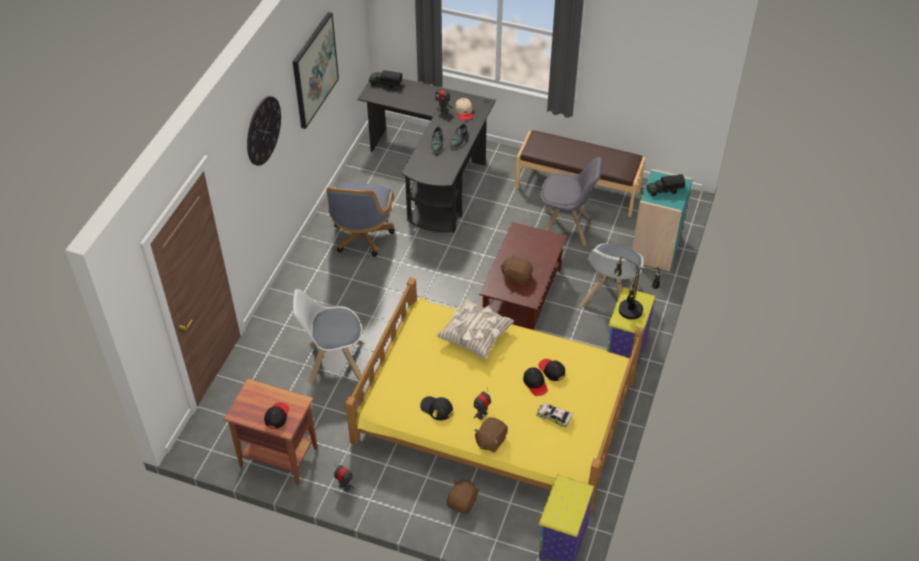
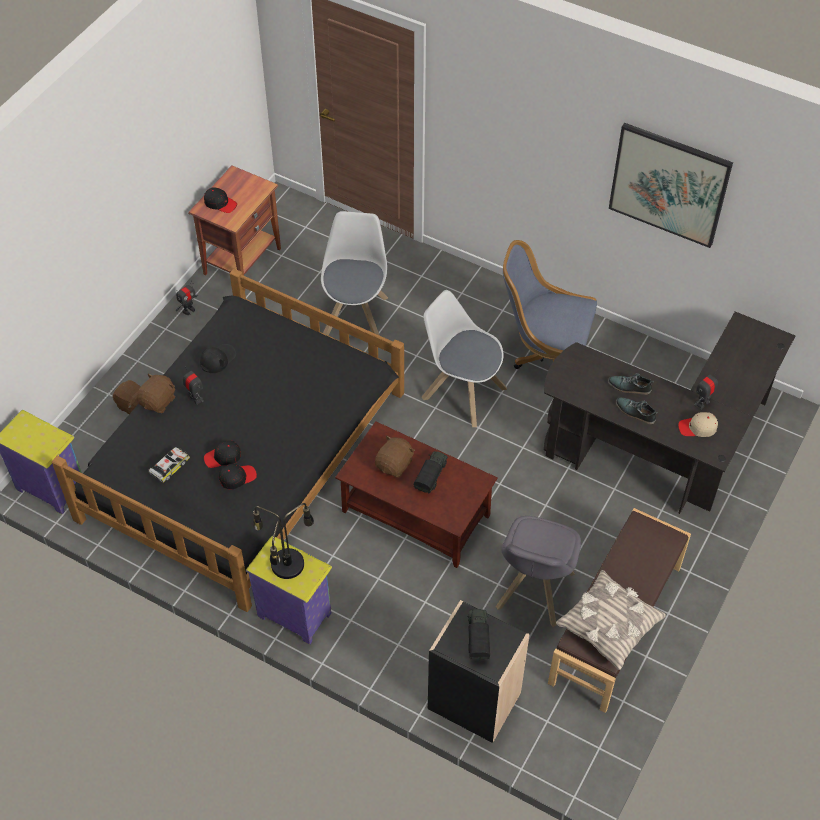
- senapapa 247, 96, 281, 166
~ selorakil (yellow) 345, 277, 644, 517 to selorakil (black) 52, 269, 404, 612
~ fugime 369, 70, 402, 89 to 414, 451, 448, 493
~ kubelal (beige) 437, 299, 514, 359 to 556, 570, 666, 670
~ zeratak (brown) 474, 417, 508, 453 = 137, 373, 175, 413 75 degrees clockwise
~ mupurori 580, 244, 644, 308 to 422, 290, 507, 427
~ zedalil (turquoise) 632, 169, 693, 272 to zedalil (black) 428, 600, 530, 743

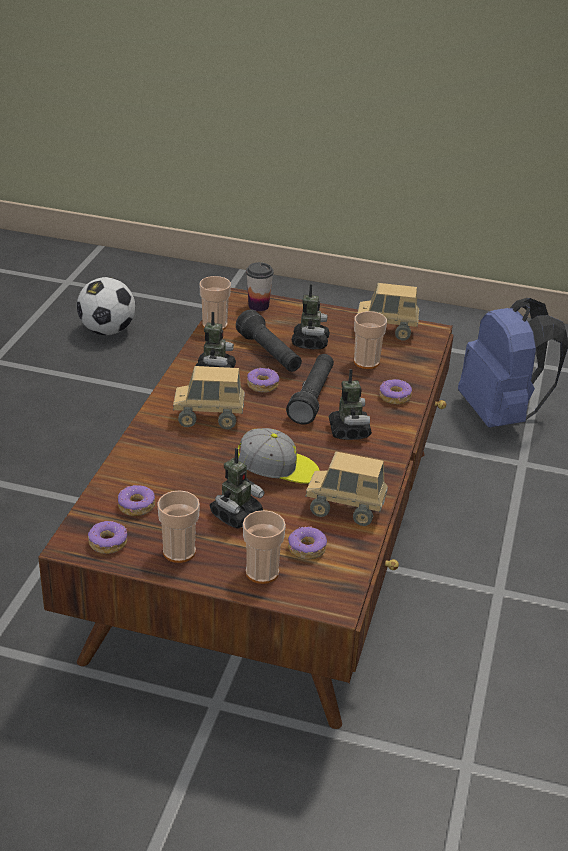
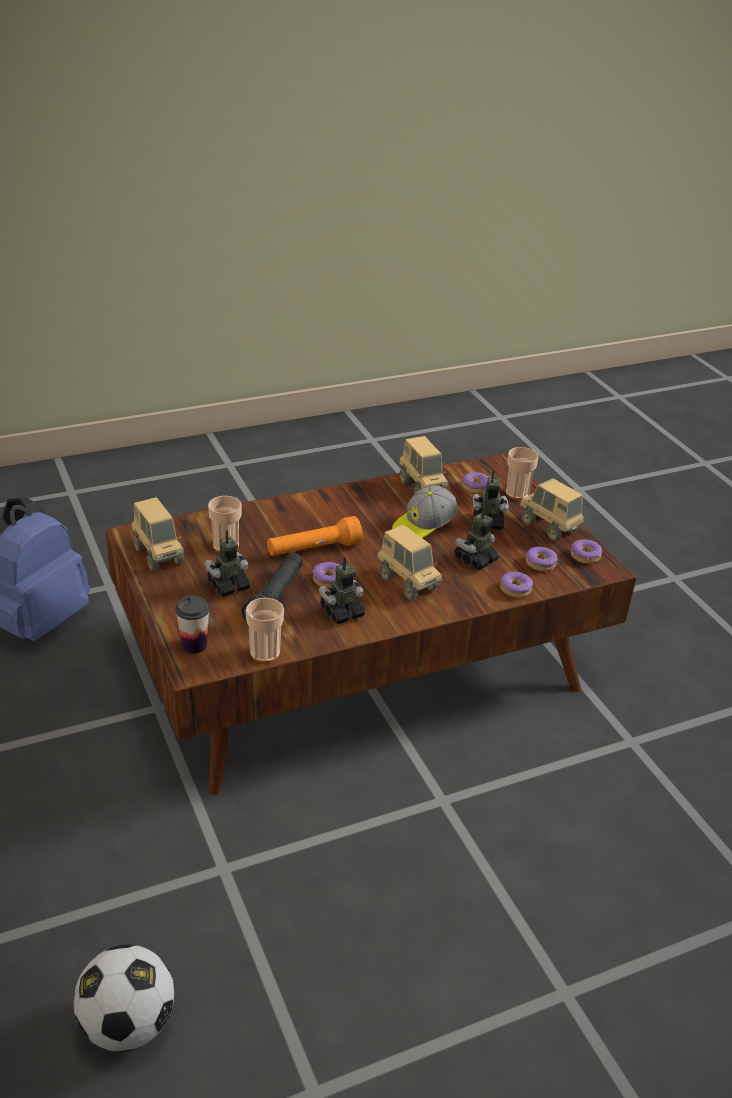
~ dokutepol 157, 490, 200, 563 to fugime 519, 478, 584, 541
~ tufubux 238, 428, 320, 484 = 392, 485, 458, 538 90 degrees counterclockwise
~ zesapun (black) 286, 354, 334, 425 to zesapun (orange) 267, 516, 363, 556
~ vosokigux 328, 369, 372, 440 to 454, 506, 499, 570
~ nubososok 379, 379, 412, 405 to 500, 572, 533, 598

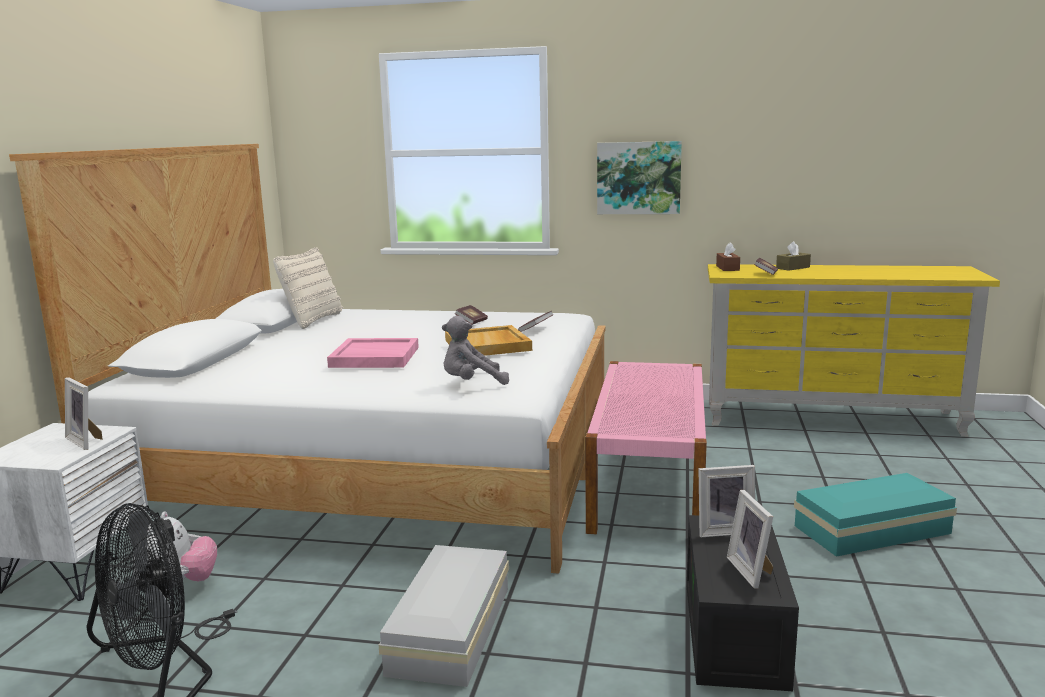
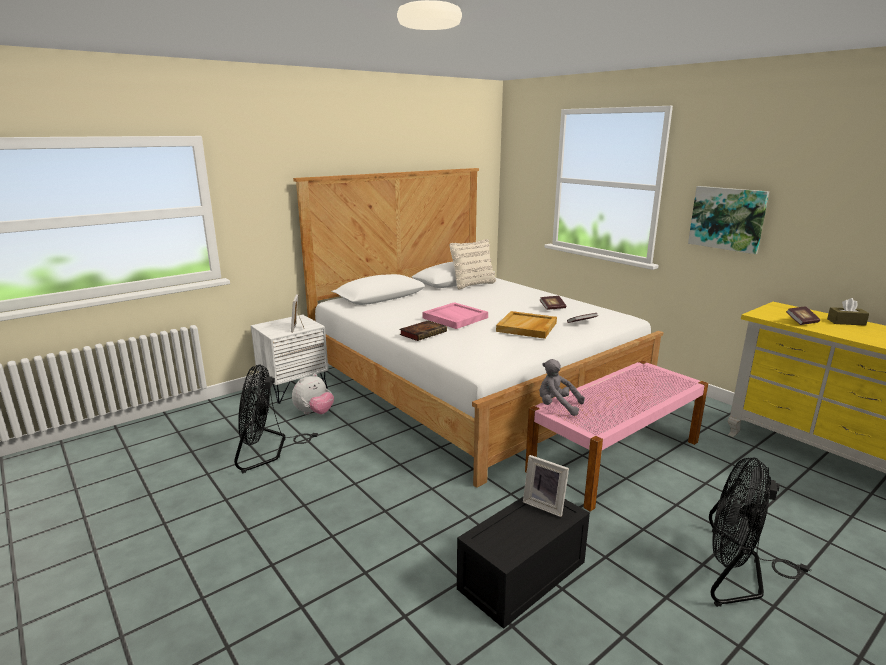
- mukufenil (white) 379, 545, 509, 687
~ zeratak (grey) 442, 316, 509, 385 to 539, 359, 585, 416
- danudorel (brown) 716, 242, 740, 271
- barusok 727, 490, 773, 589
~ mukufenil (turquoise) 794, 473, 957, 557 to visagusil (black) 709, 458, 811, 607
+ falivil 399, 320, 447, 341

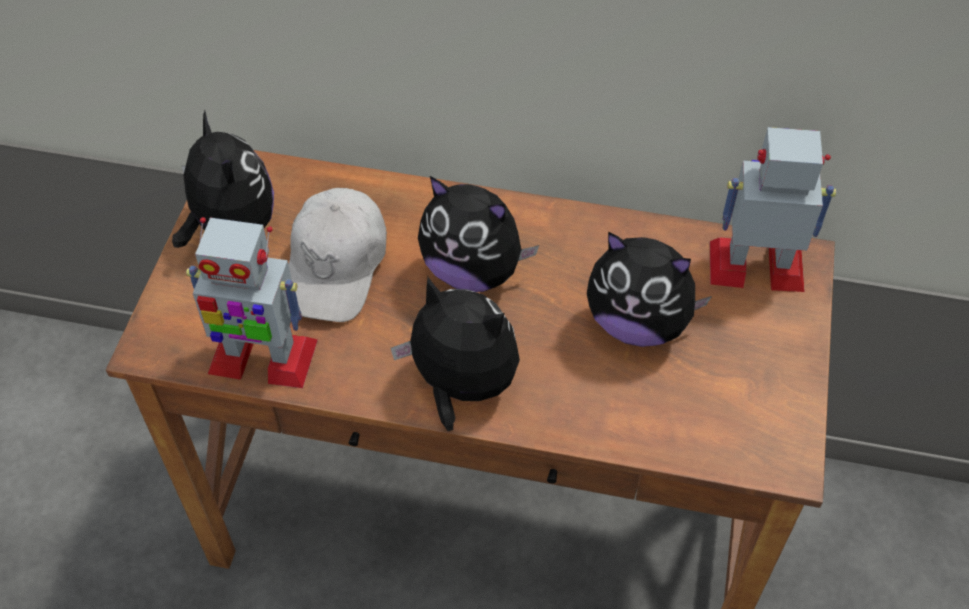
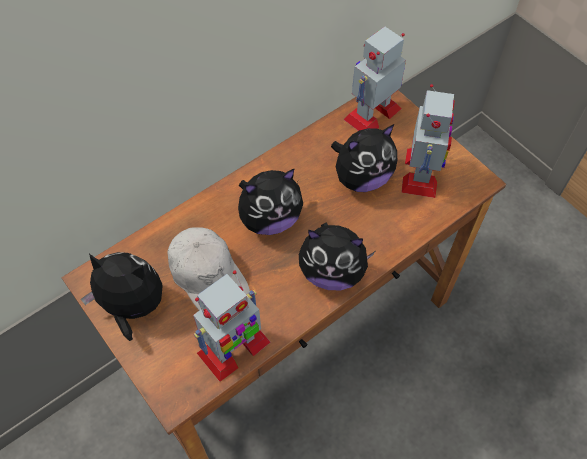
~ zeratak 391, 277, 520, 431 = 299, 223, 375, 290 150 degrees counterclockwise
+ vosokigux 401, 84, 455, 198

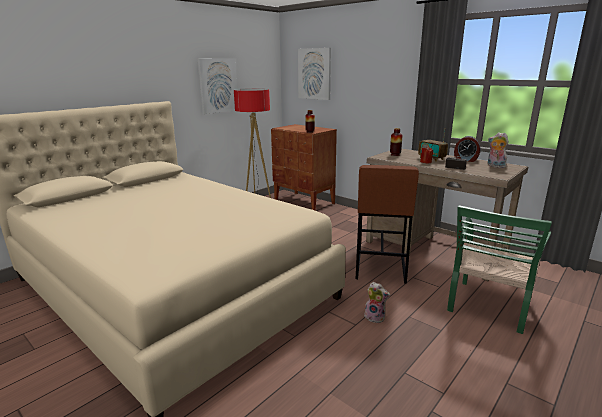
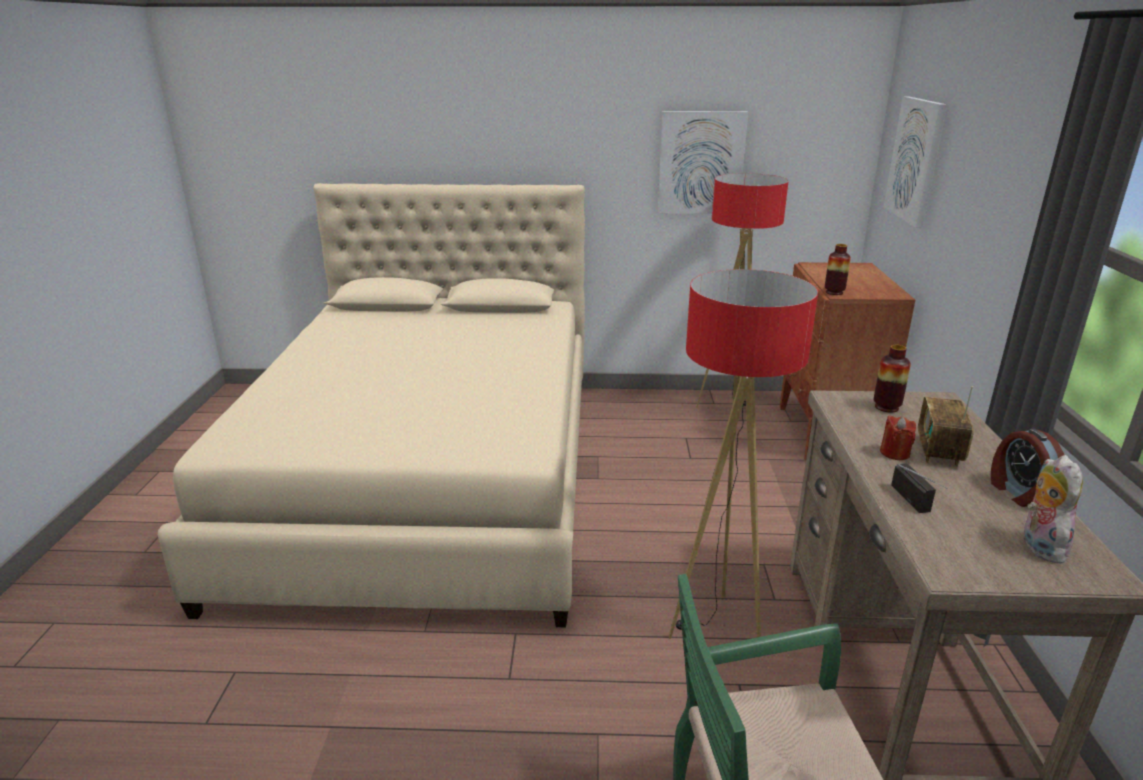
~ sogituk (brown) 356, 165, 419, 284 to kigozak 669, 269, 818, 657
- zeratak 364, 282, 390, 323

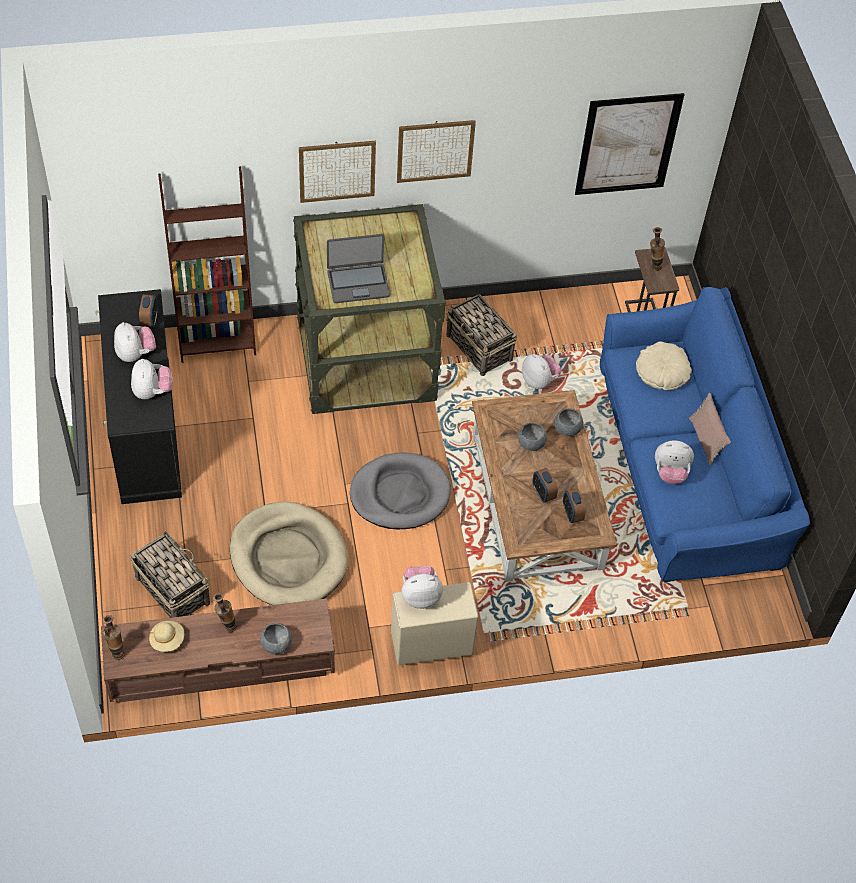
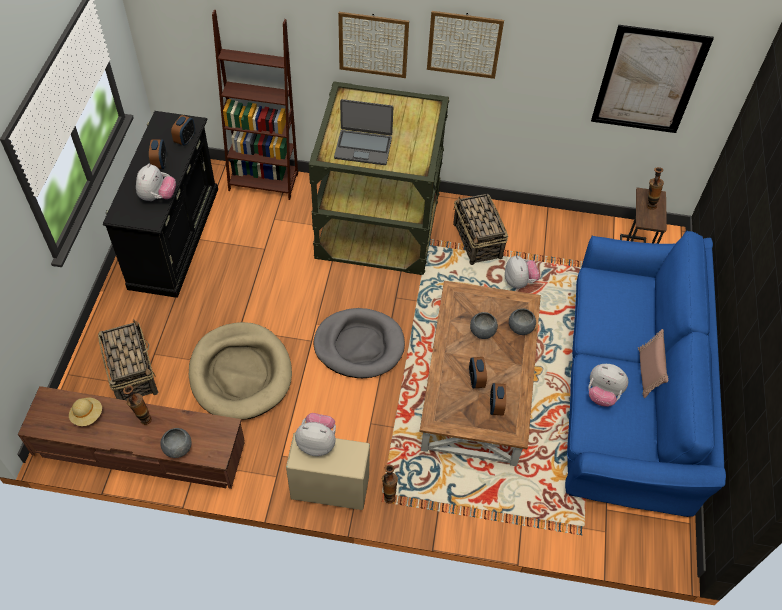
~ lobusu 102, 615, 125, 660 to 382, 464, 398, 504
~ zeratak 114, 322, 156, 362 to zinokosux 149, 139, 166, 169
- kubelal (beige) 636, 341, 692, 390

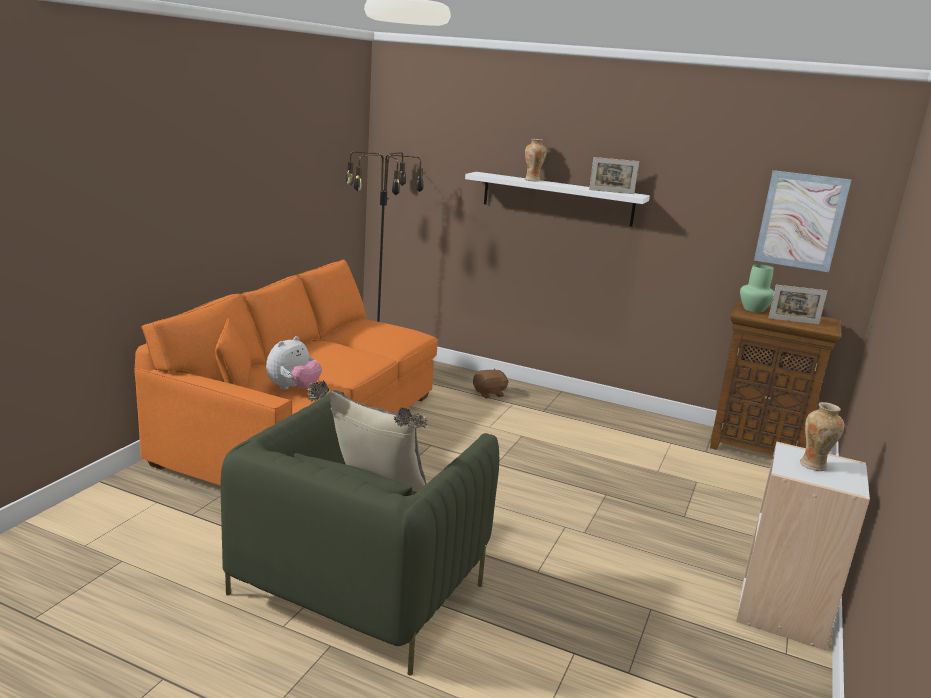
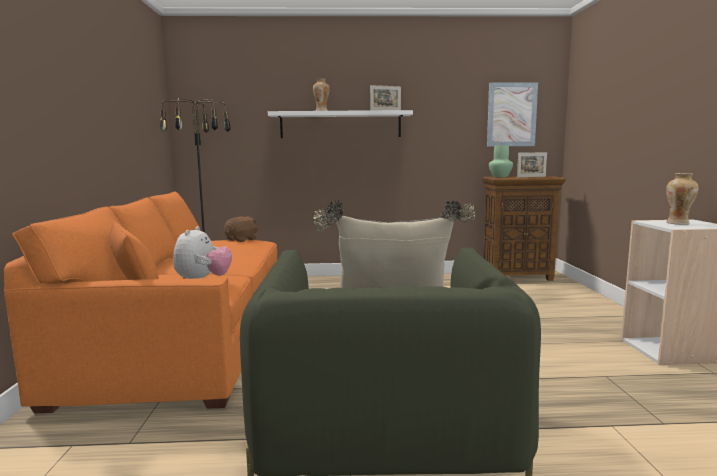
~ zeratak (brown) 473, 369, 509, 399 to 224, 217, 258, 242

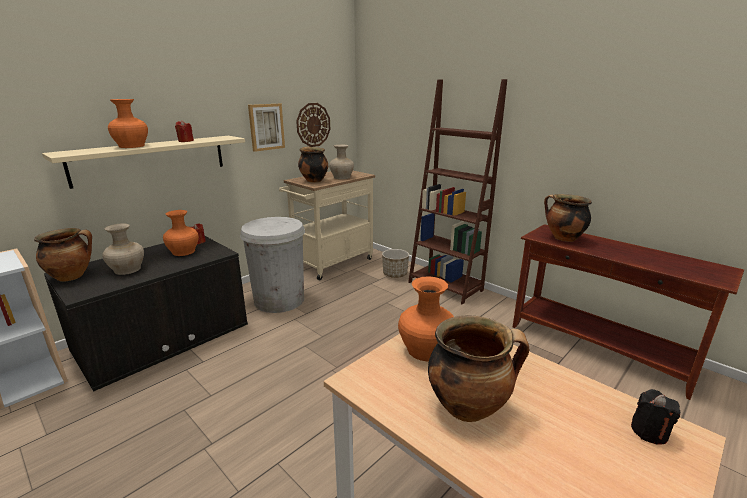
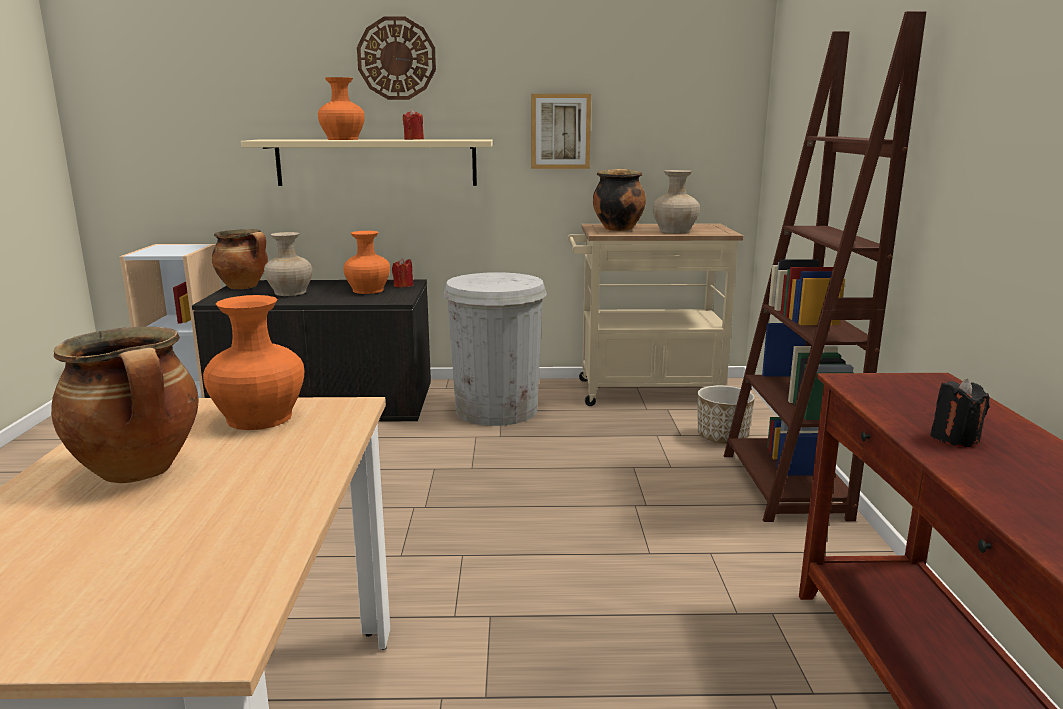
~ senapapa 296, 103, 330, 147 to 357, 16, 436, 100
- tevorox 544, 194, 592, 242
~ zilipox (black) 631, 389, 681, 445 to 930, 379, 990, 447

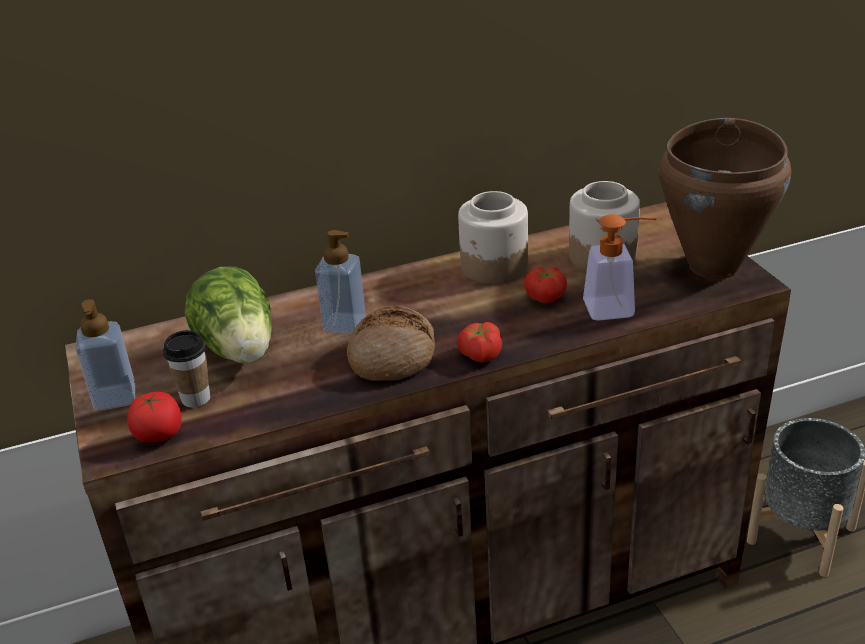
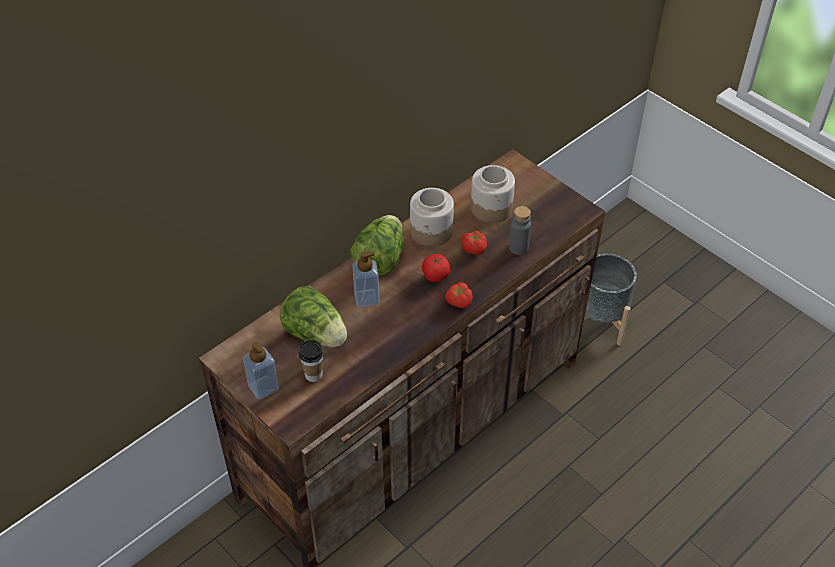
~ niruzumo 127, 392, 181, 442 to 422, 254, 451, 282
- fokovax 347, 306, 435, 381
~ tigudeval 583, 214, 657, 321 to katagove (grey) 509, 206, 531, 255
- tevorox (brown) 659, 118, 791, 279
+ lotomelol 350, 215, 404, 276

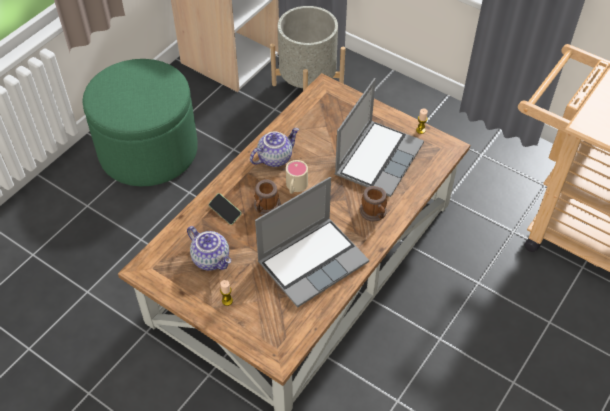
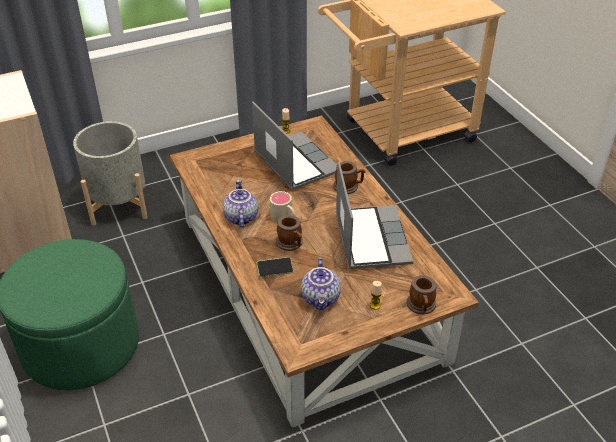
~ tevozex 187, 226, 231, 271 = 301, 257, 341, 311 105 degrees clockwise
+ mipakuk 407, 275, 437, 314

